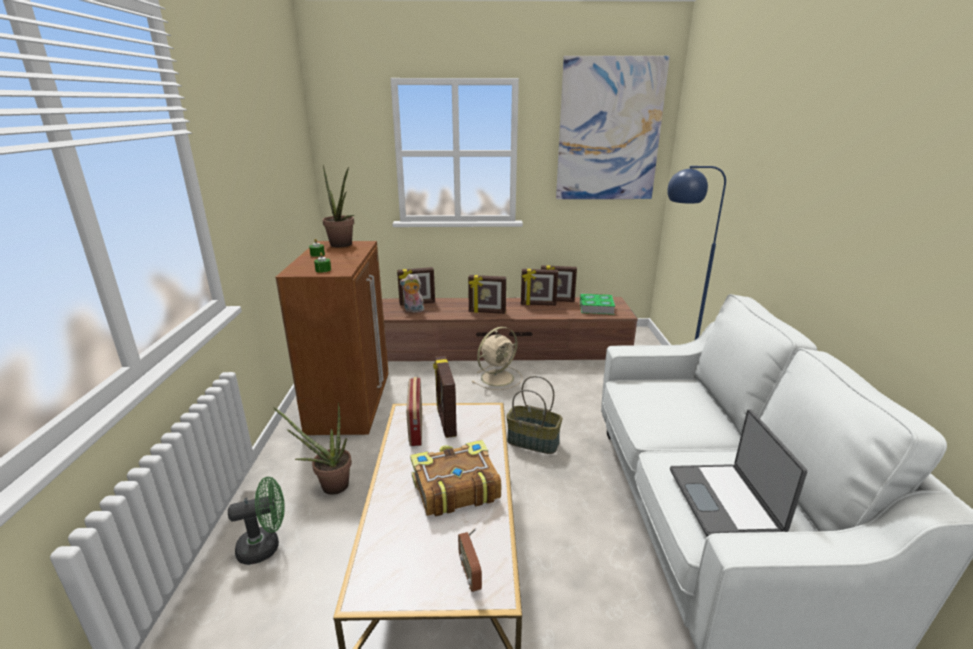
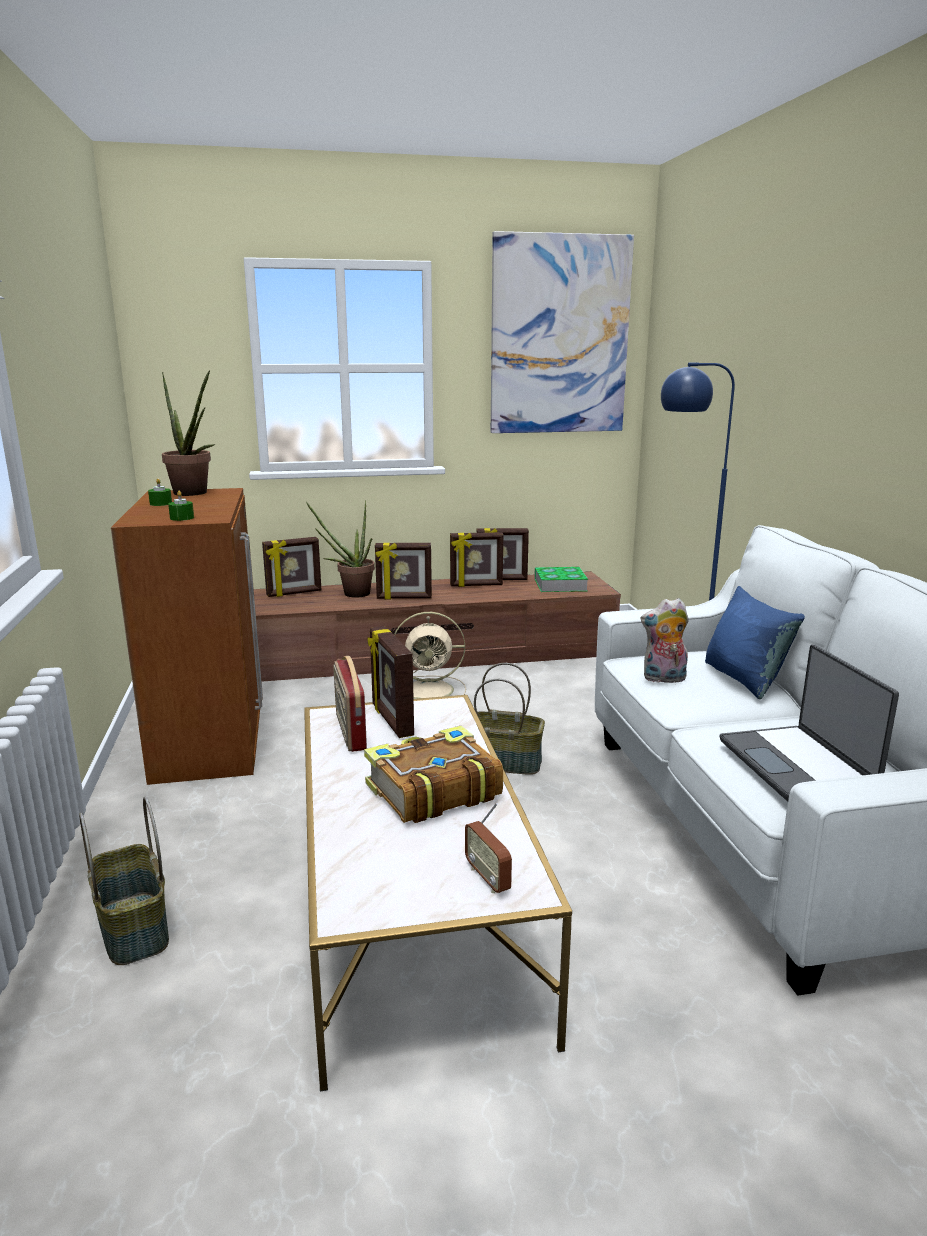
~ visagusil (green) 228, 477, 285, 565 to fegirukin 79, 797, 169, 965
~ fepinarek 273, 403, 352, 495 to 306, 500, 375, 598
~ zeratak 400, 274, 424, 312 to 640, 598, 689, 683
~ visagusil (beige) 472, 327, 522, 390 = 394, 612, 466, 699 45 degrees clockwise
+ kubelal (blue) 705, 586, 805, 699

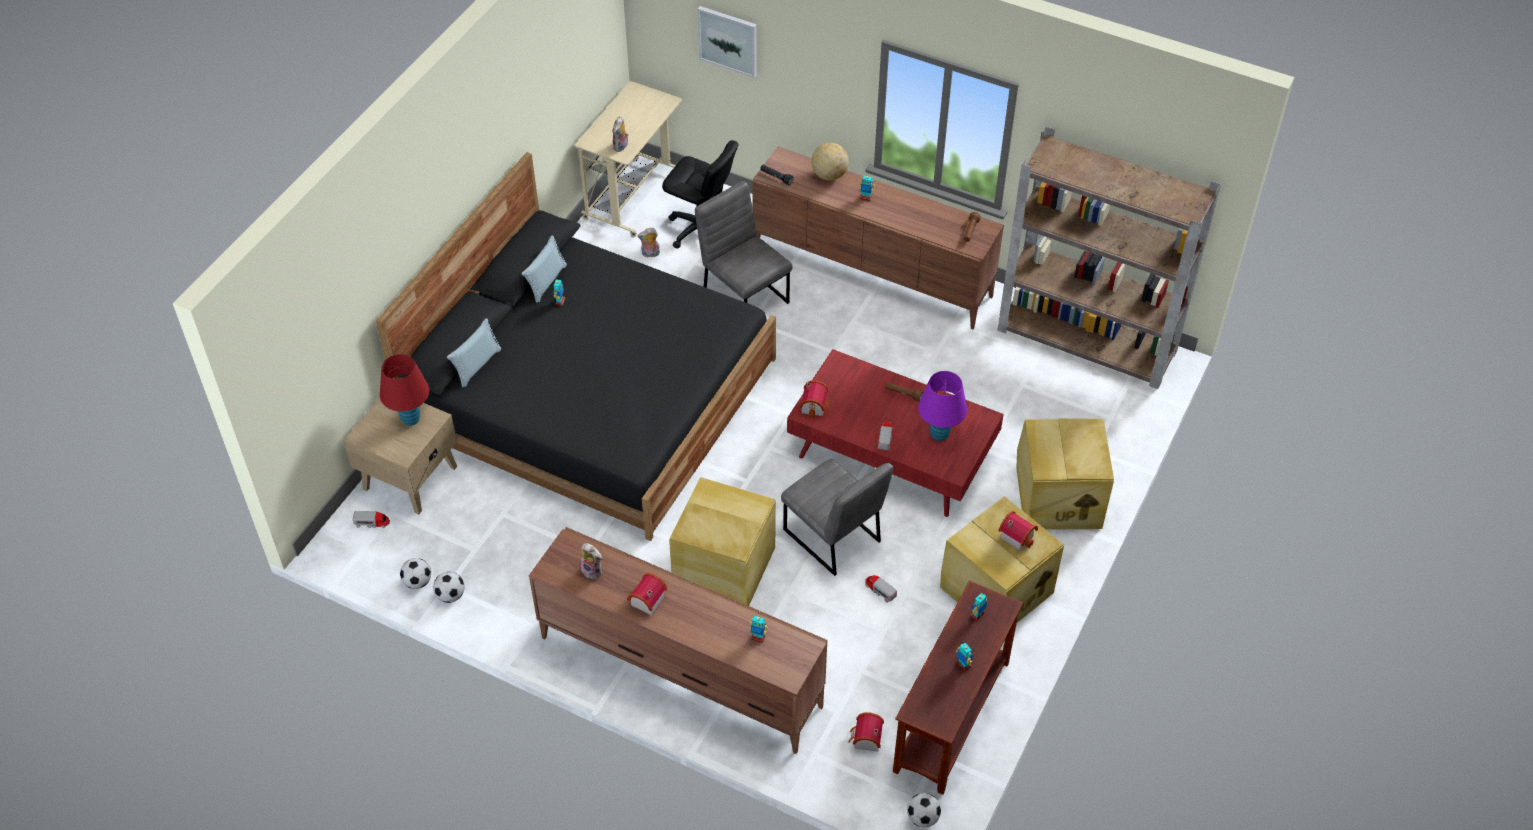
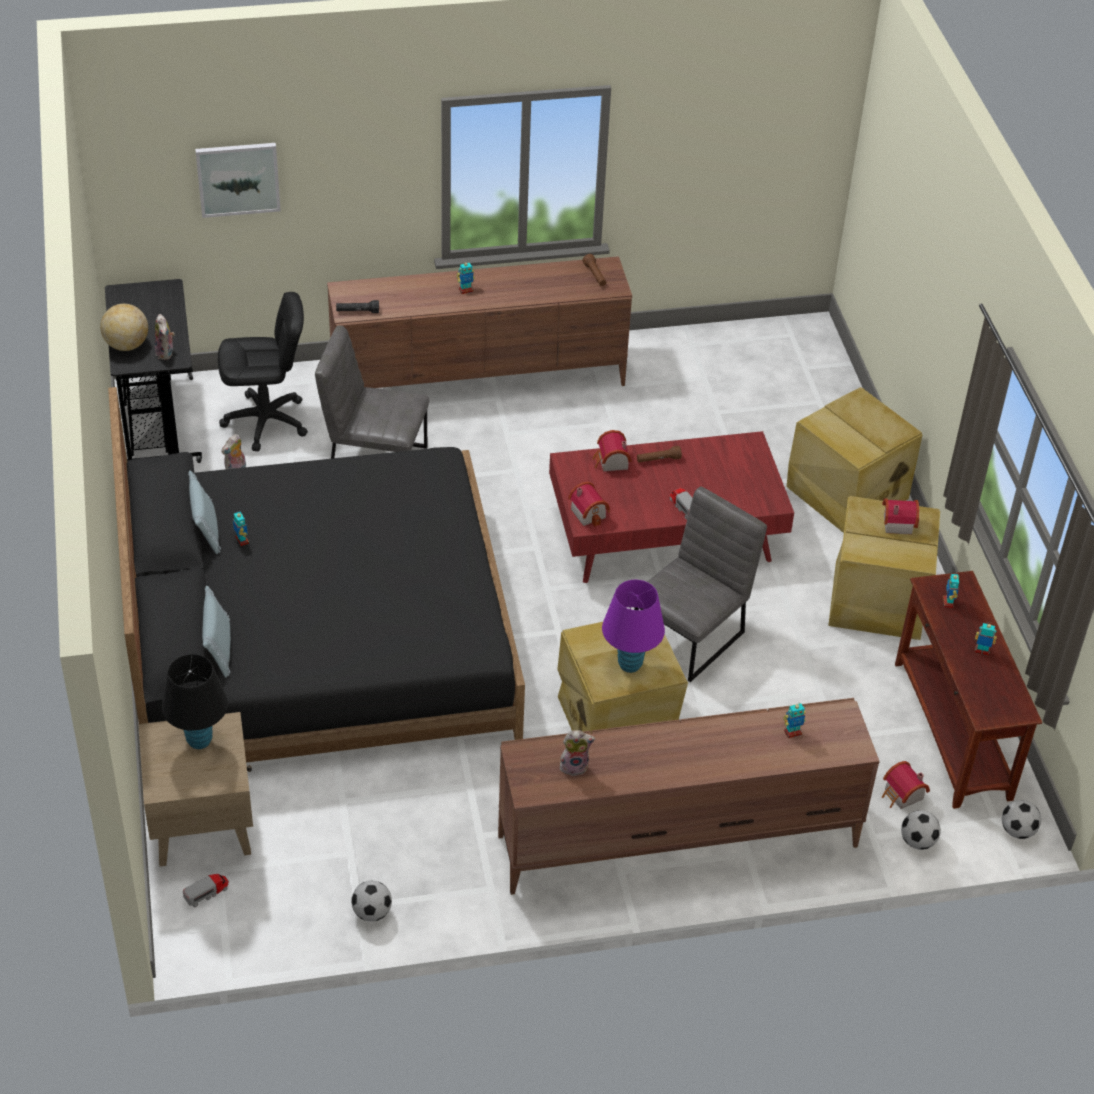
~ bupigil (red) 380, 354, 429, 426 to bupigil (black) 162, 654, 228, 749
~ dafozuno 400, 558, 431, 589 to 901, 810, 941, 850
~ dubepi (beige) 575, 81, 682, 238 to dubepi (black) 105, 279, 202, 463
~ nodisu 627, 573, 667, 615 to 593, 430, 632, 471
~ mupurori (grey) 781, 459, 893, 576 = 634, 486, 767, 682 60 degrees counterclockwise
~ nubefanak 811, 143, 849, 180 to 100, 304, 148, 351
- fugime 865, 575, 897, 603
~ bupigil (purple) 918, 371, 967, 441 to 602, 580, 665, 673
- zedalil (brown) 997, 126, 1221, 389

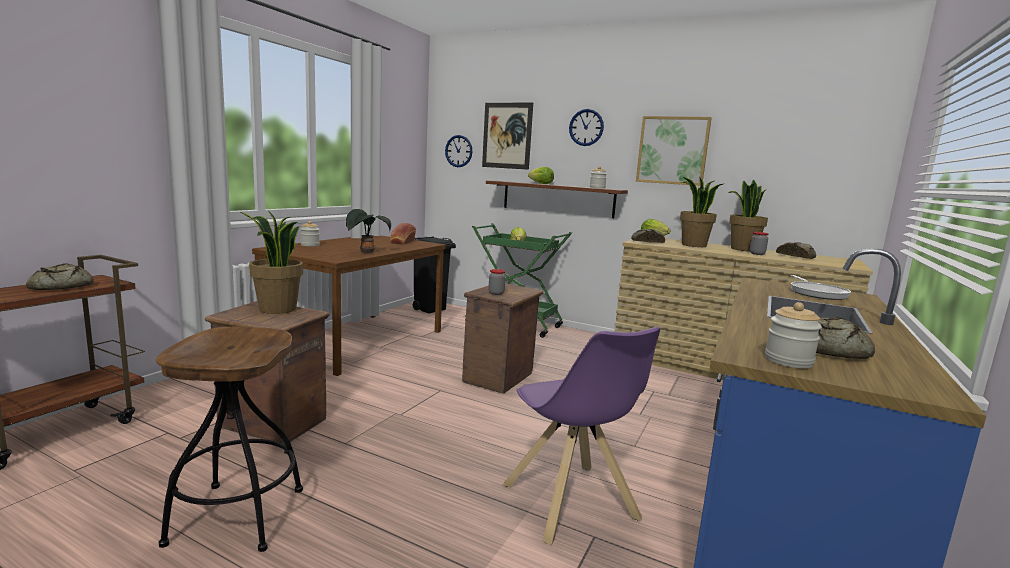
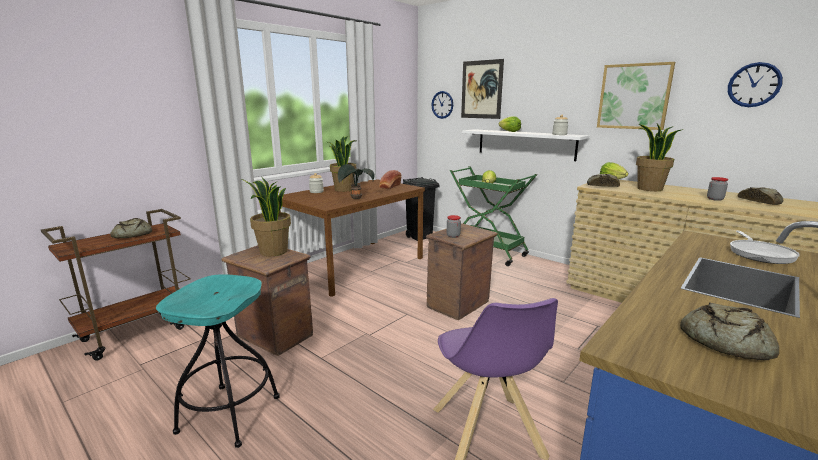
~ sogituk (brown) 156, 327, 303, 552 to sogituk (turquoise) 156, 274, 280, 448
~ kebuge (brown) 486, 181, 628, 218 to kebuge (white) 462, 129, 589, 161
~ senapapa 569, 109, 604, 146 to 728, 62, 783, 107
~ fepinarek 728, 179, 768, 251 to 328, 136, 356, 192
- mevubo 765, 302, 822, 368

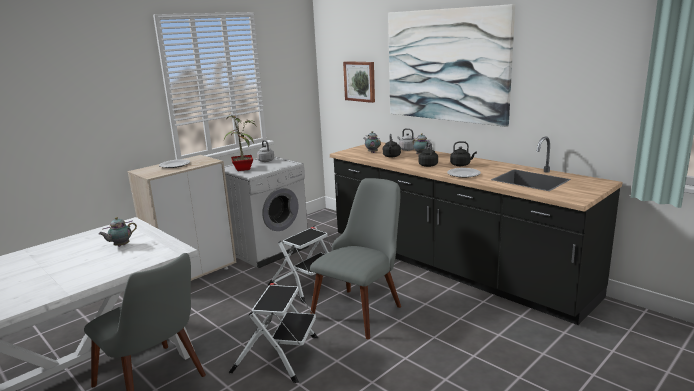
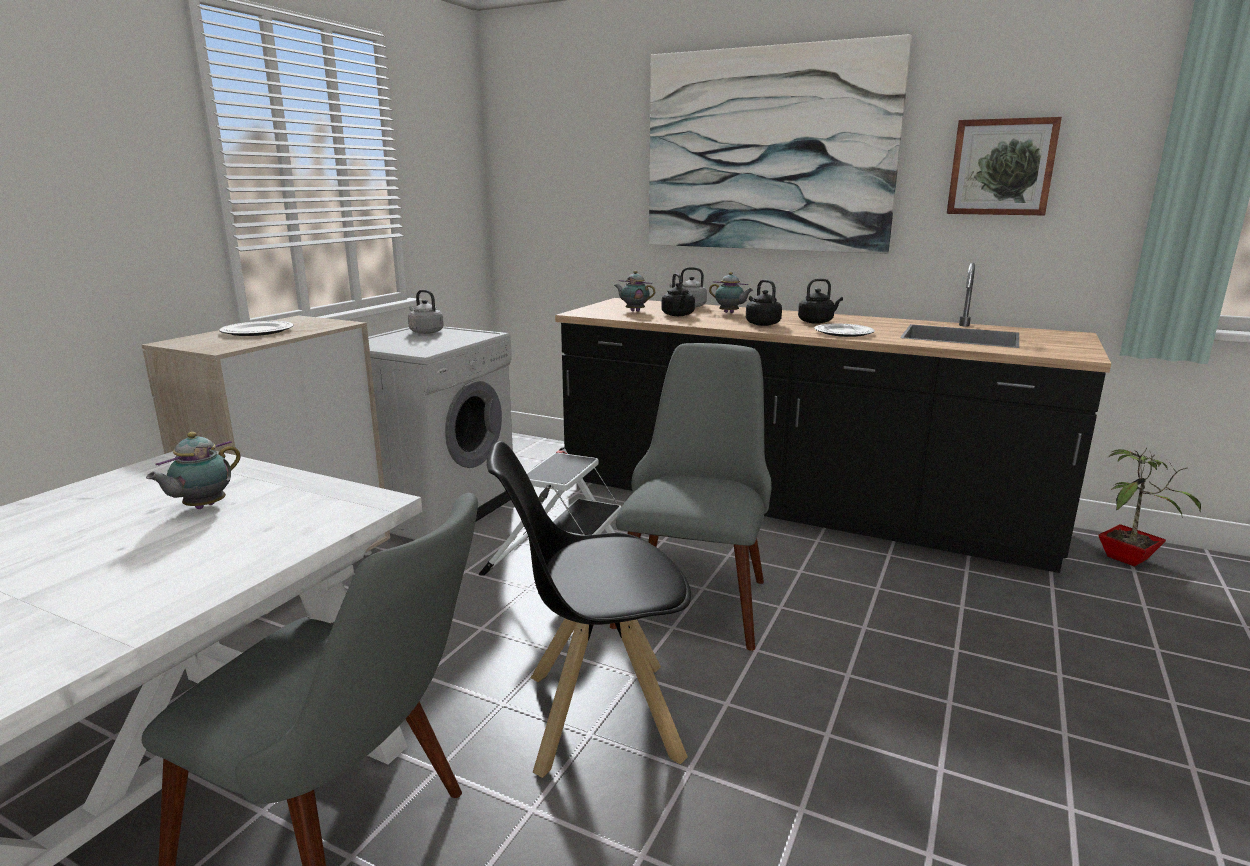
~ fepinarek 224, 116, 257, 171 to 1098, 448, 1201, 567
~ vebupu 229, 280, 318, 383 to mupurori (black) 487, 441, 691, 778
~ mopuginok 343, 61, 375, 103 to 947, 117, 1062, 215

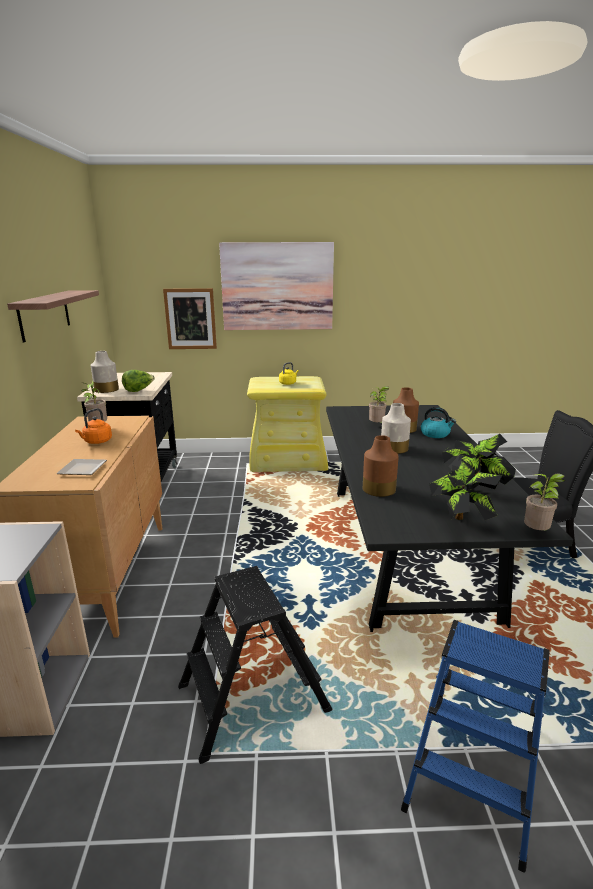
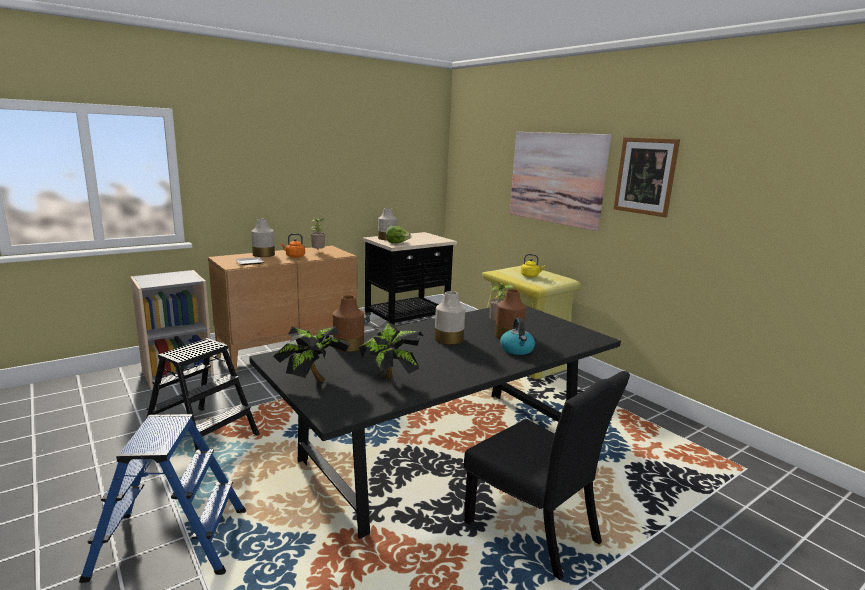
- kebuge 7, 290, 99, 342
~ mopuginok 163, 288, 217, 349 to 614, 137, 680, 217
- fepinarek 524, 474, 566, 531
+ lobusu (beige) 251, 219, 275, 257

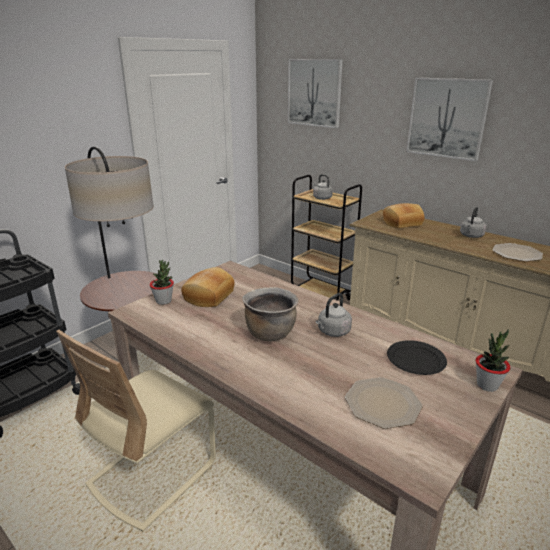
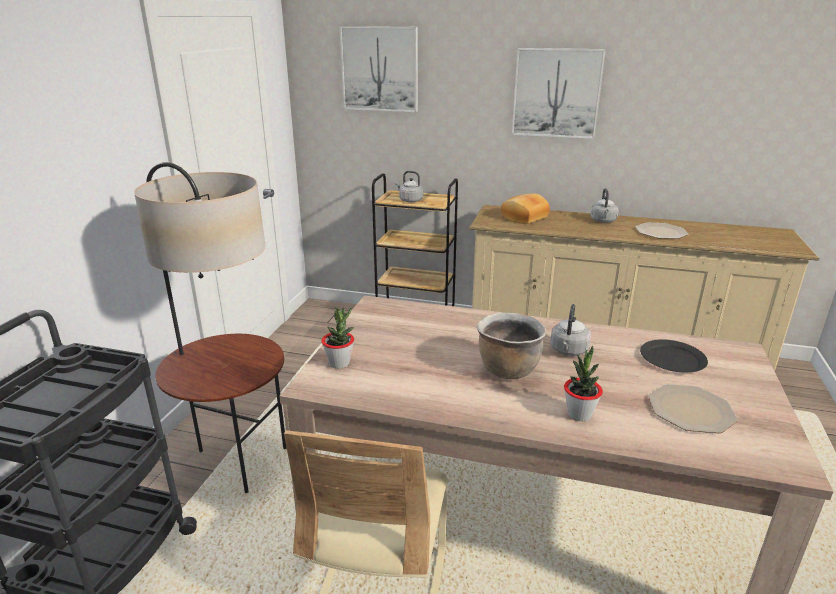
- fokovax 181, 267, 235, 307
~ fepinarek 476, 329, 510, 392 to 564, 346, 603, 421

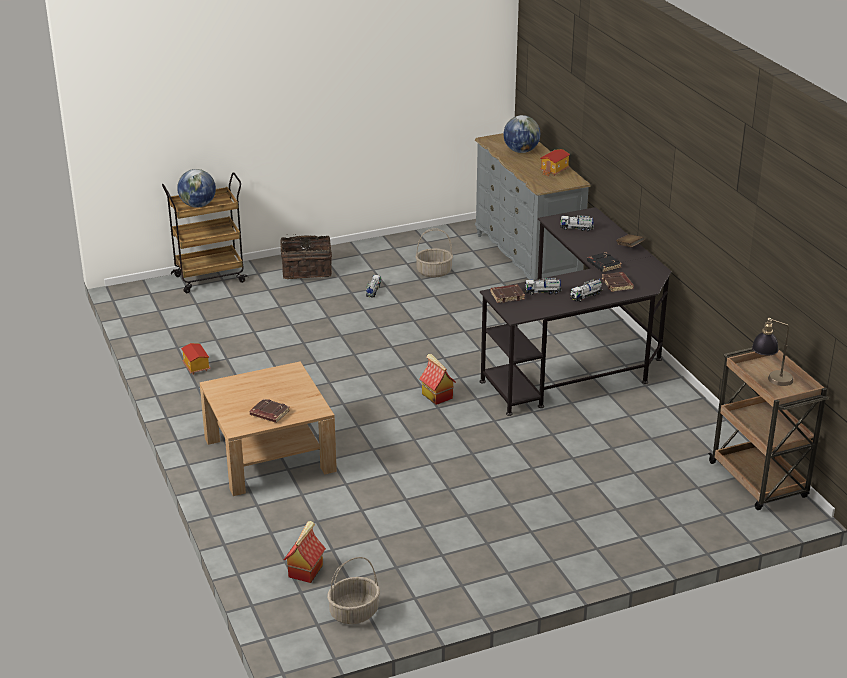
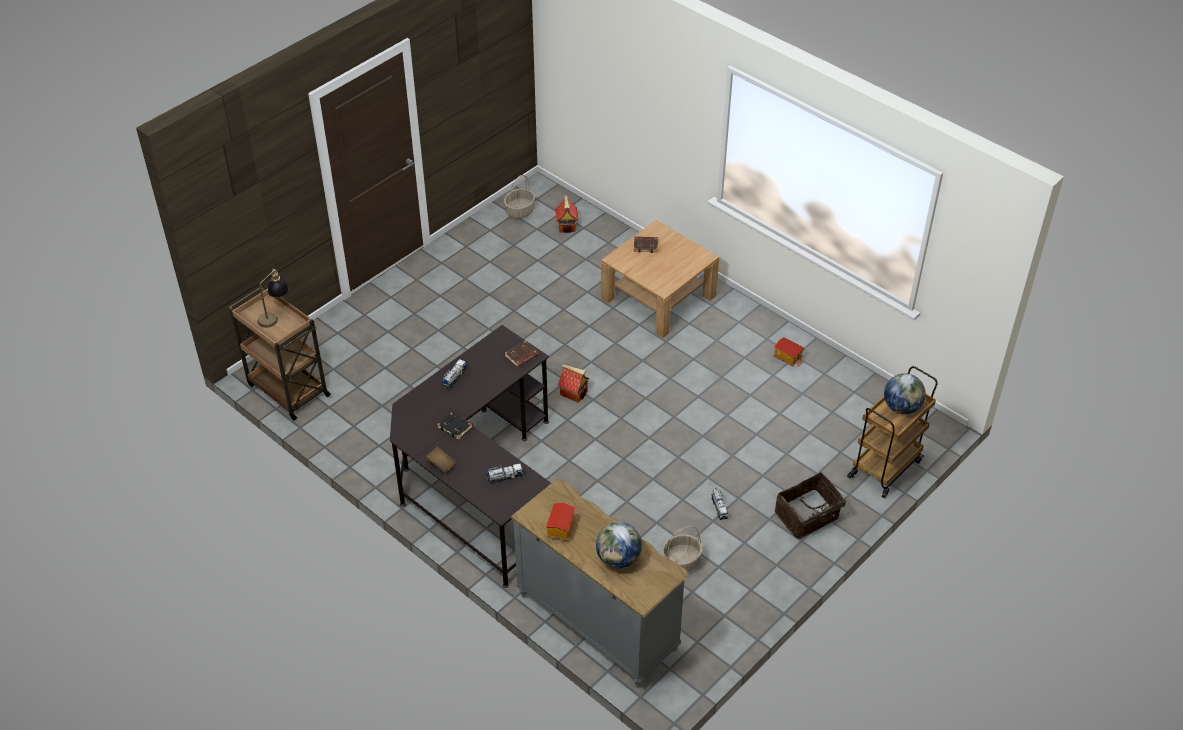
- fugime 525, 278, 562, 295
- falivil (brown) 601, 272, 634, 292

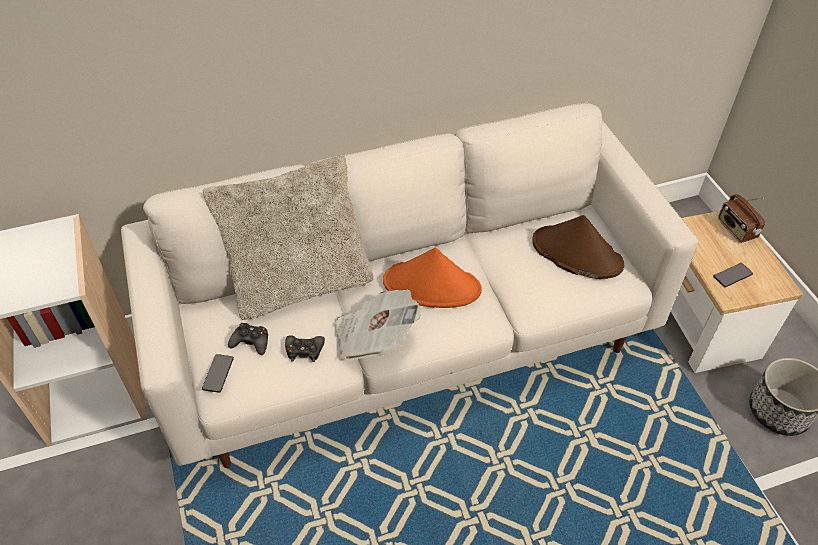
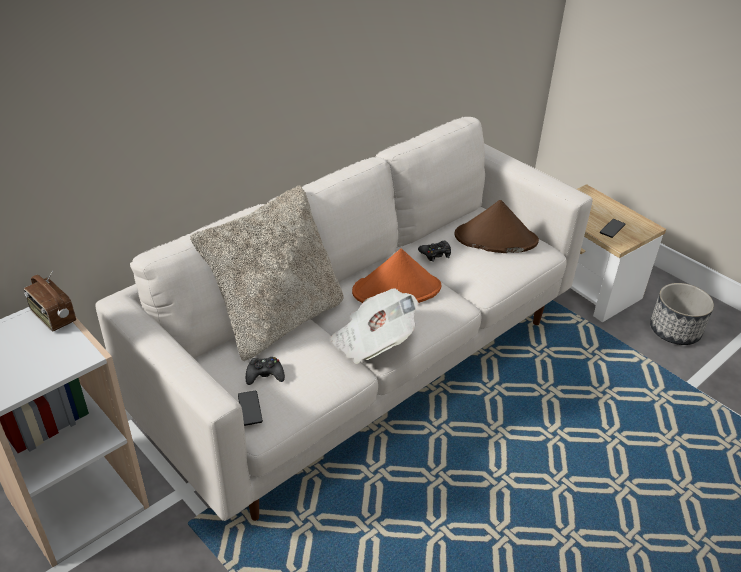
~ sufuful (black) 285, 335, 325, 362 to 418, 241, 451, 262
~ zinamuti 718, 194, 765, 243 to 24, 271, 76, 332

